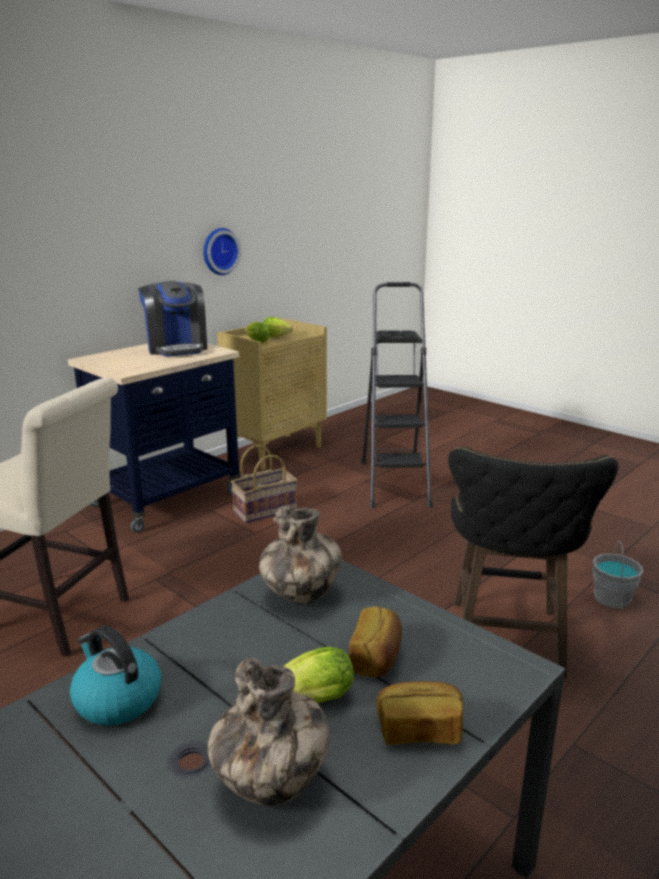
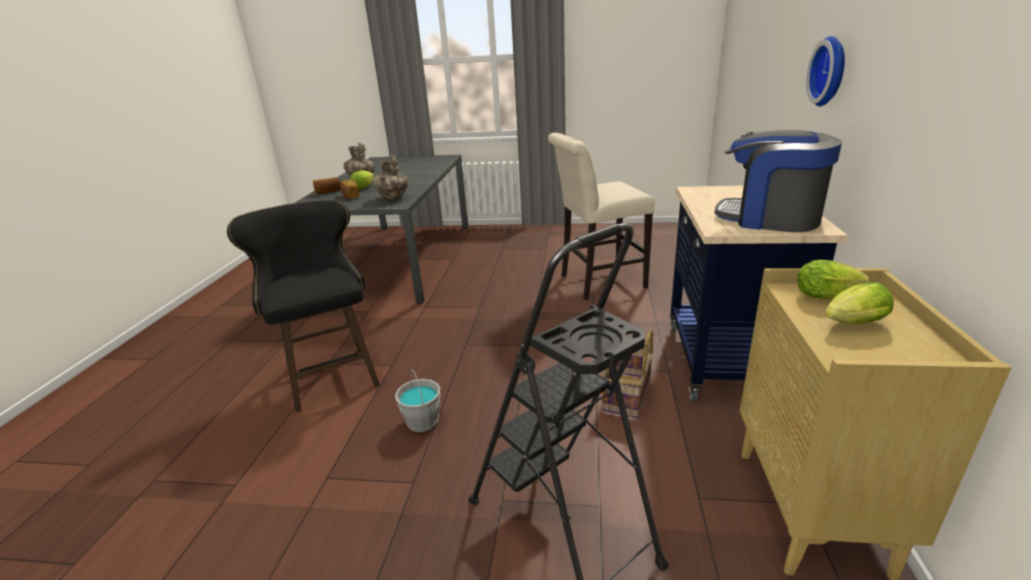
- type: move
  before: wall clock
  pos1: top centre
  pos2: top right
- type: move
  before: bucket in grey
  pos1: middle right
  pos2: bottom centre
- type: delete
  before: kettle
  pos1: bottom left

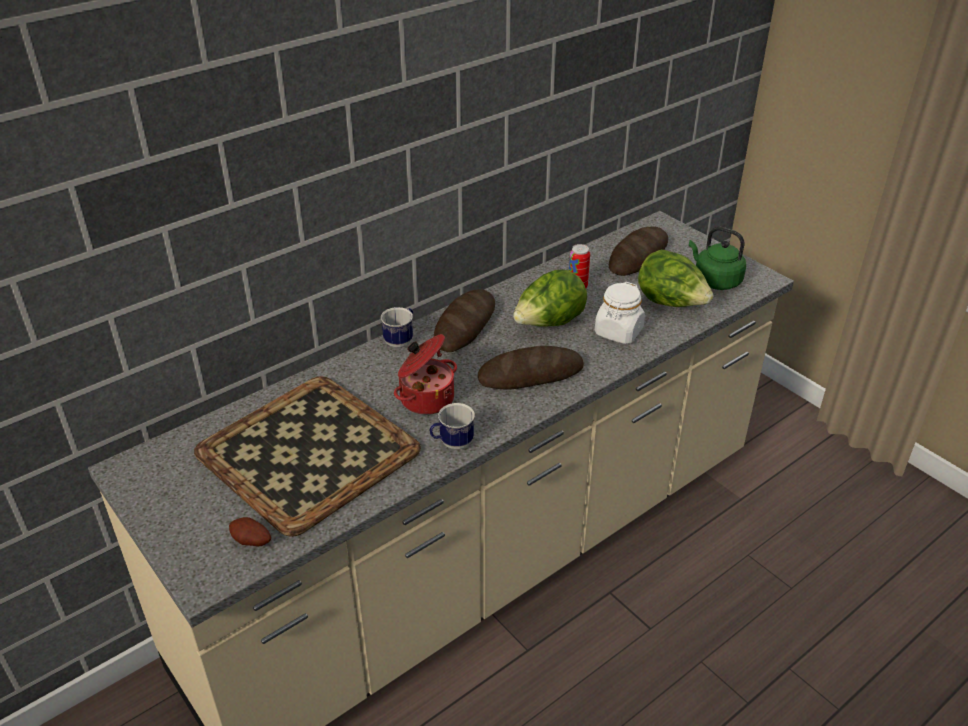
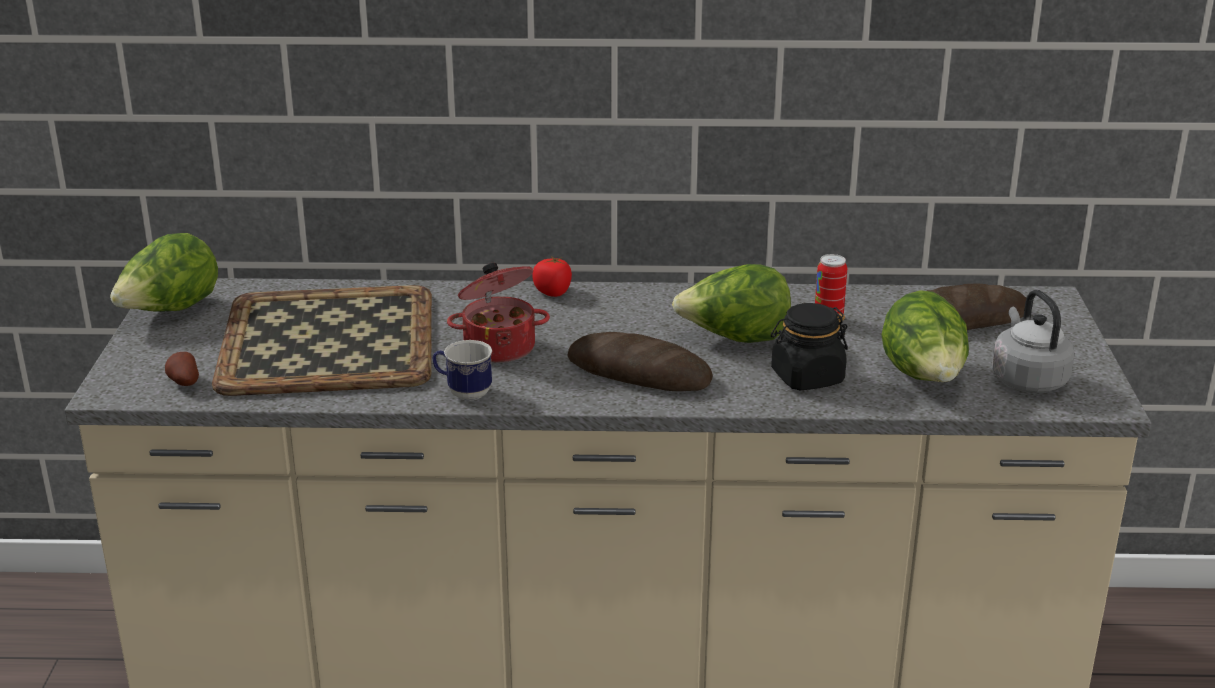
- type: recolor
  before: kettle in green
  after: kettle in grey
  pos1: middle right
  pos2: middle right
- type: recolor
  before: jar in white
  after: jar in black
  pos1: centre
  pos2: centre
- type: delete
  before: bread (1st from left)
  pos1: centre
- type: replace
  before: mug (1st from left)
  after: tomato
  pos1: centre
  pos2: centre
- type: insert
  after: lettuce (1st from left)
  pos2: middle left

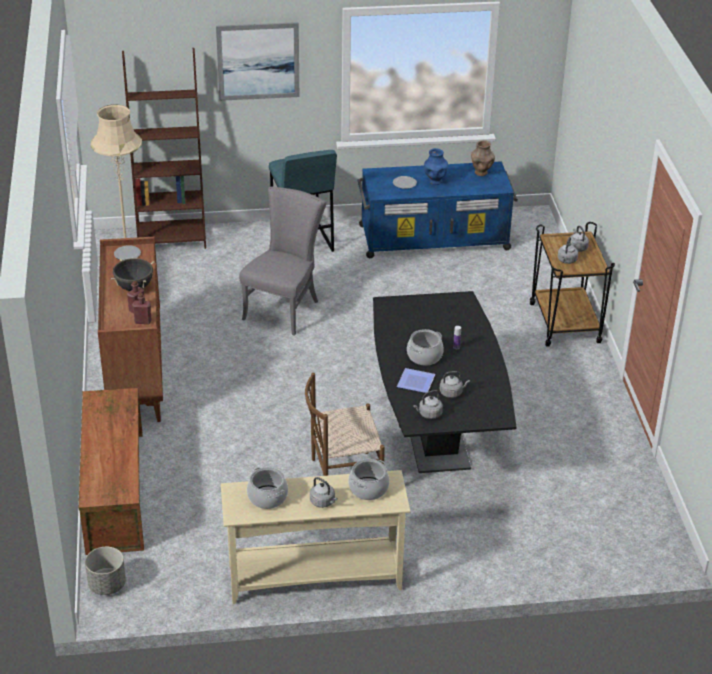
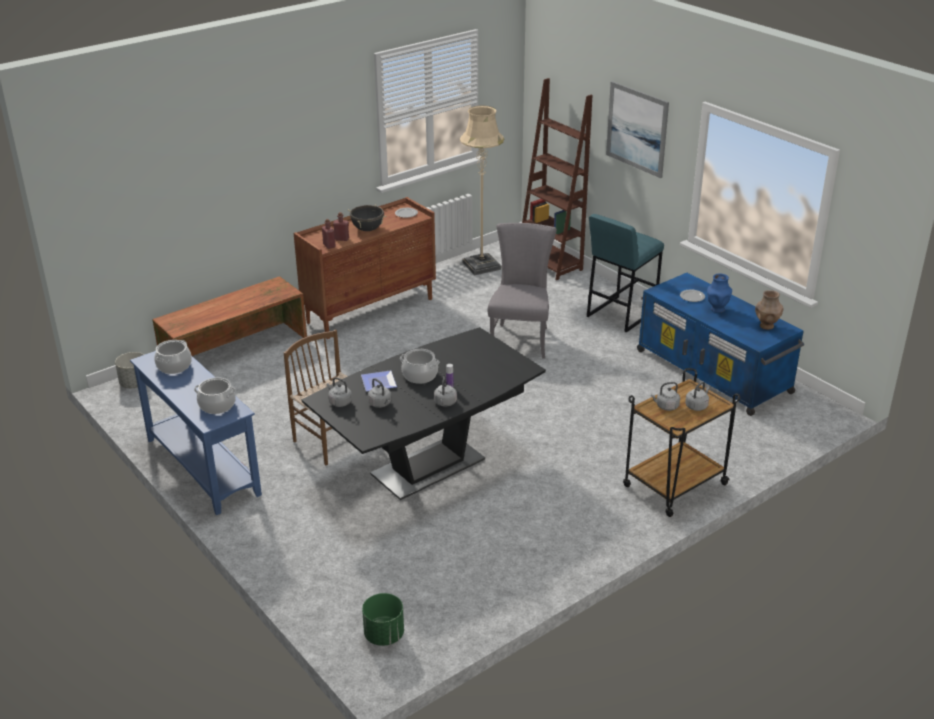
- type: rotate
  before: chair in grey
  pos1: centre
  pos2: centre
  turn: -75
- type: recolor
  before: console table in beige
  after: console table in blue
  pos1: bottom centre
  pos2: middle left
- type: move
  before: kettle in grey (1st from left in the first image)
  after: kettle in grey (3rd from left)
  pos1: bottom centre
  pos2: centre
- type: insert
  after: planter in green
  pos2: bottom centre

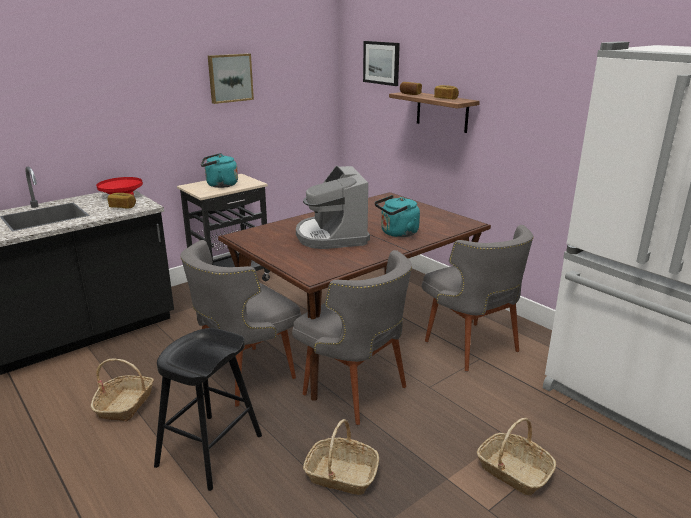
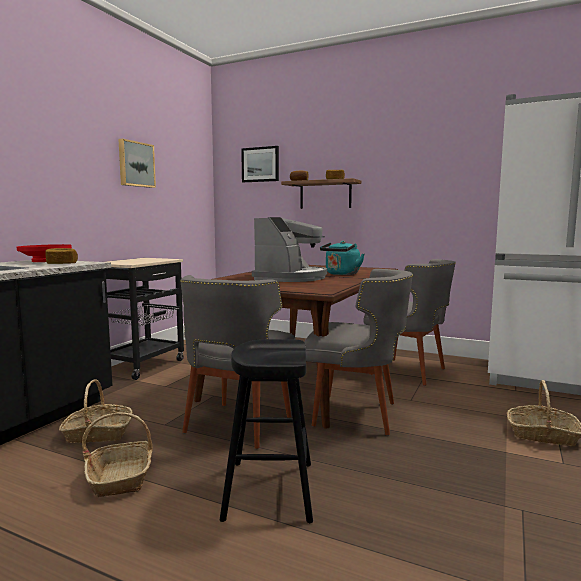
- type: delete
  before: kettle in turquoise (1st from left)
  pos1: top left
- type: rotate
  before: coffee machine
  pos1: centre
  pos2: centre
  turn: -120
- type: move
  before: basket (2nd from left in the first image)
  after: basket (1st from left)
  pos1: bottom centre
  pos2: bottom left

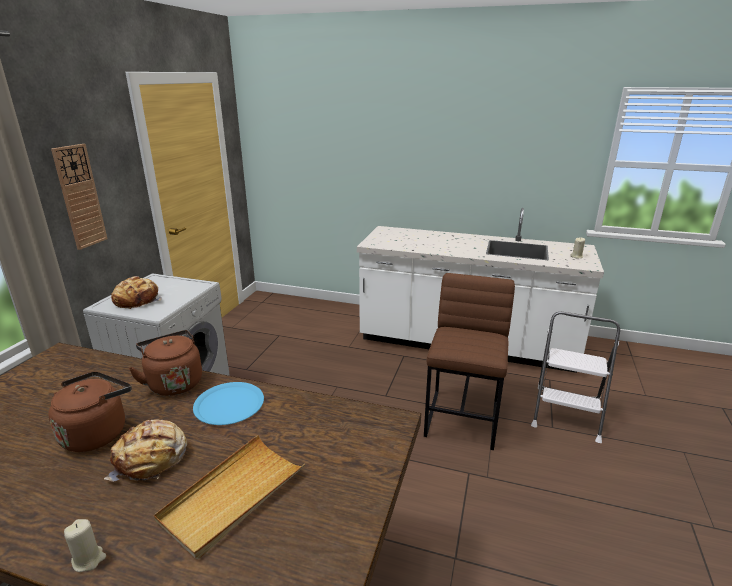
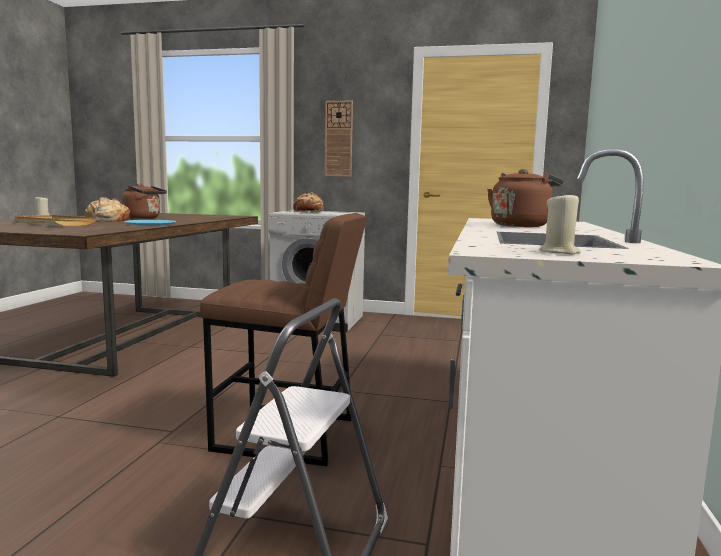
- type: move
  before: kettle in brown (2nd from left)
  pos1: middle left
  pos2: middle right

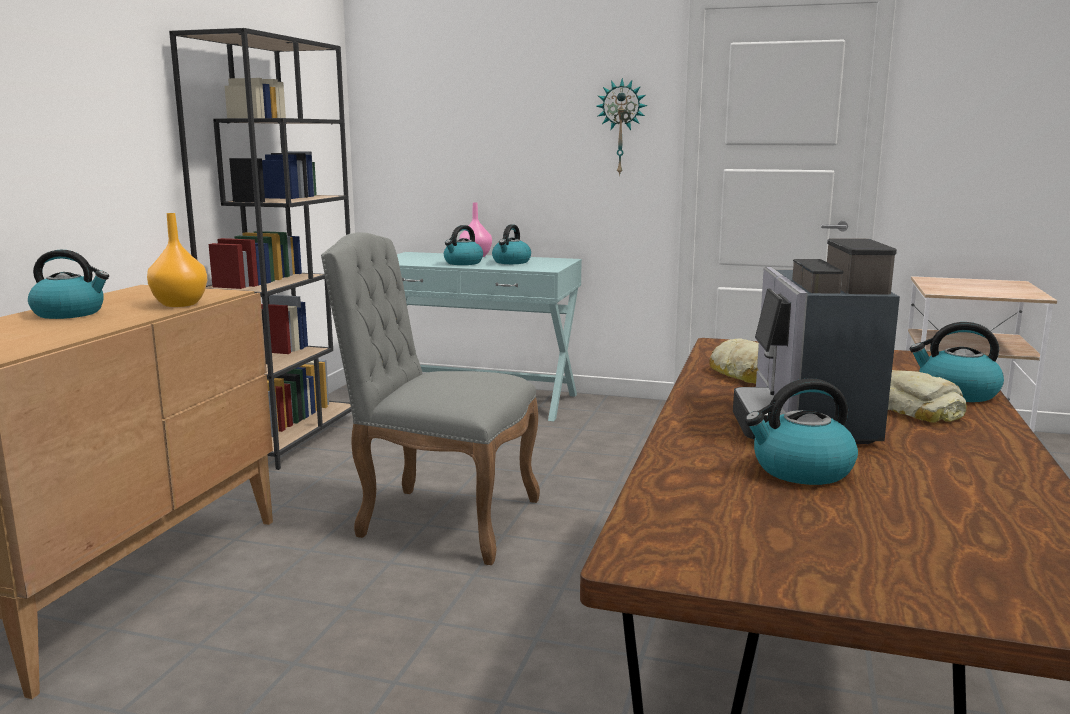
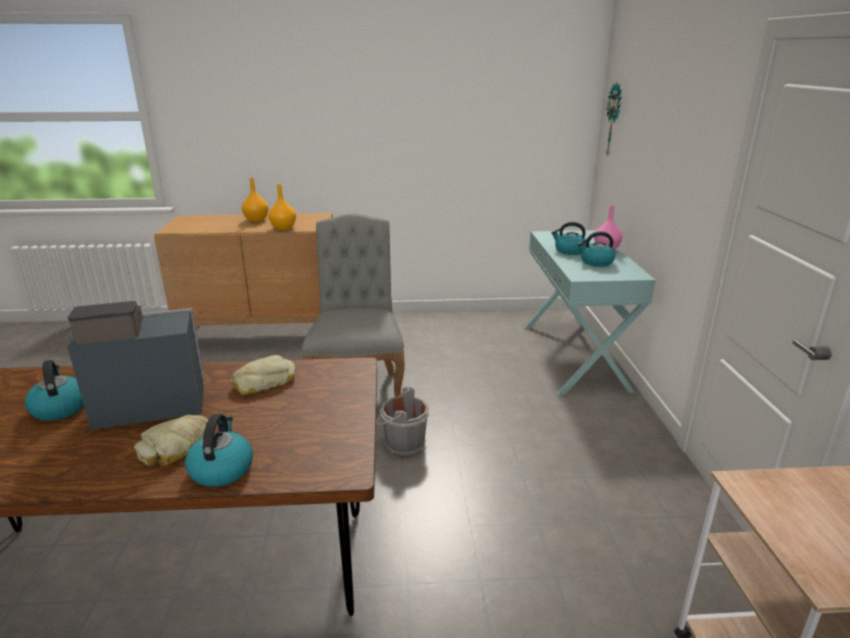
- type: delete
  before: bookcase
  pos1: middle left
- type: move
  before: wall clock
  pos1: top centre
  pos2: top right
- type: replace
  before: kettle (1st from left)
  after: vase in orange (1st from left)
  pos1: middle left
  pos2: top left
- type: insert
  after: bucket in grey
  pos2: centre

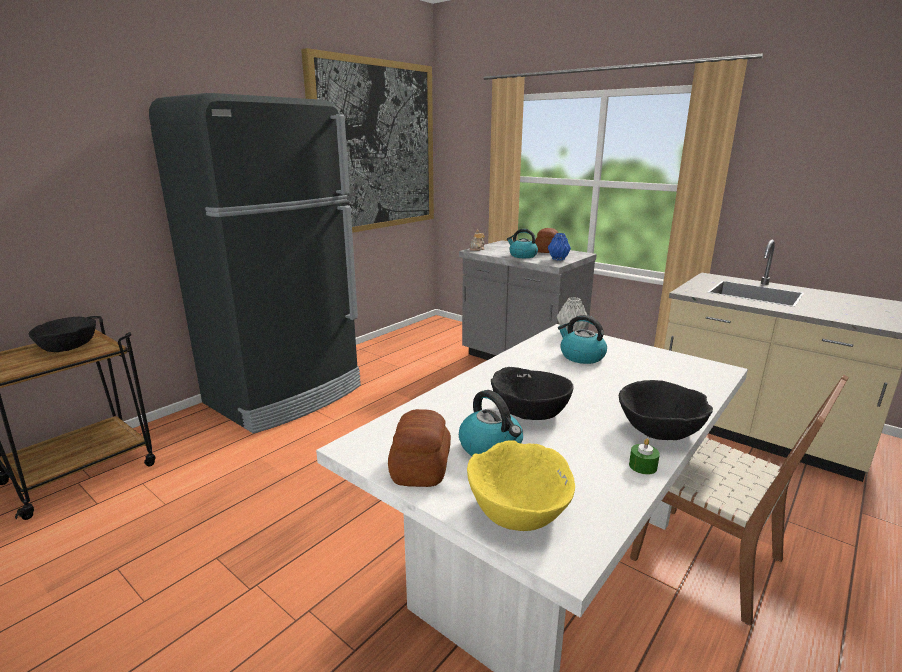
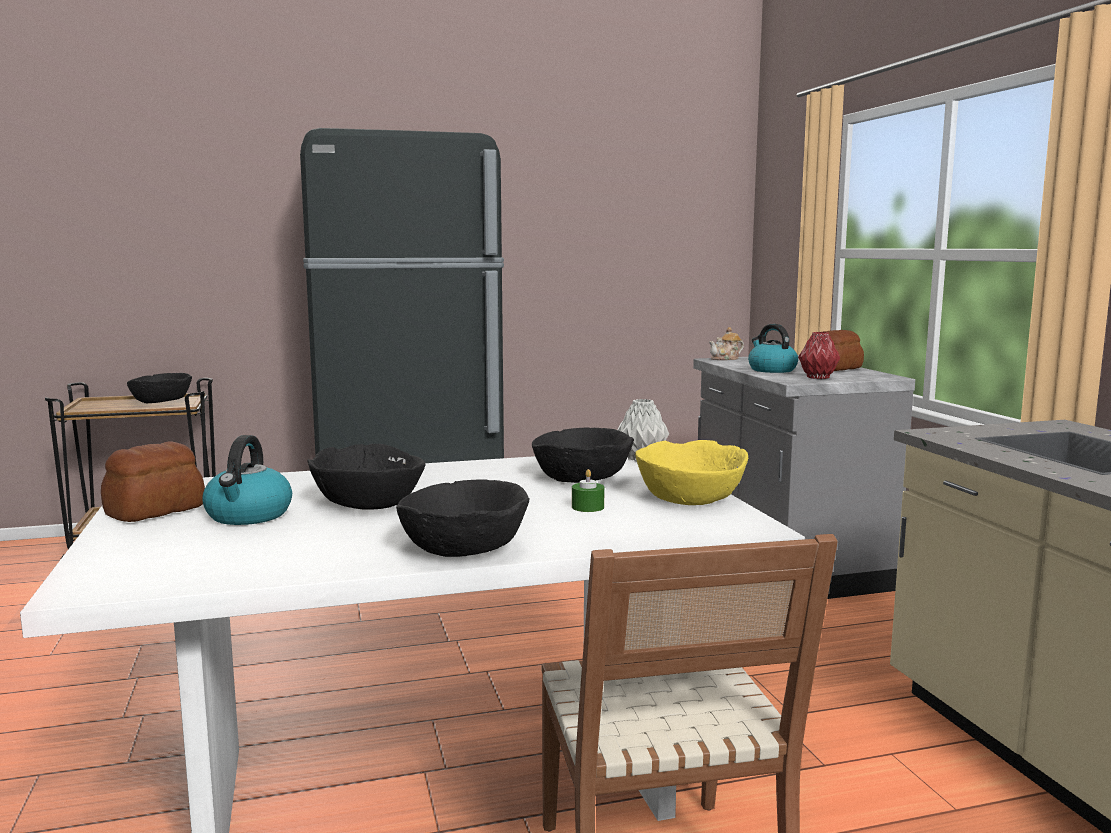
- type: delete
  before: picture
  pos1: top centre
- type: recolor
  before: vase in blue
  after: vase in red
  pos1: centre
  pos2: middle right
- type: replace
  before: kettle (3rd from left)
  after: bowl in black (4th from left)
  pos1: centre
  pos2: centre
- type: move
  before: candle in green
  pos1: bottom right
  pos2: centre
- type: move
  before: bowl in yellow
  pos1: bottom centre
  pos2: centre

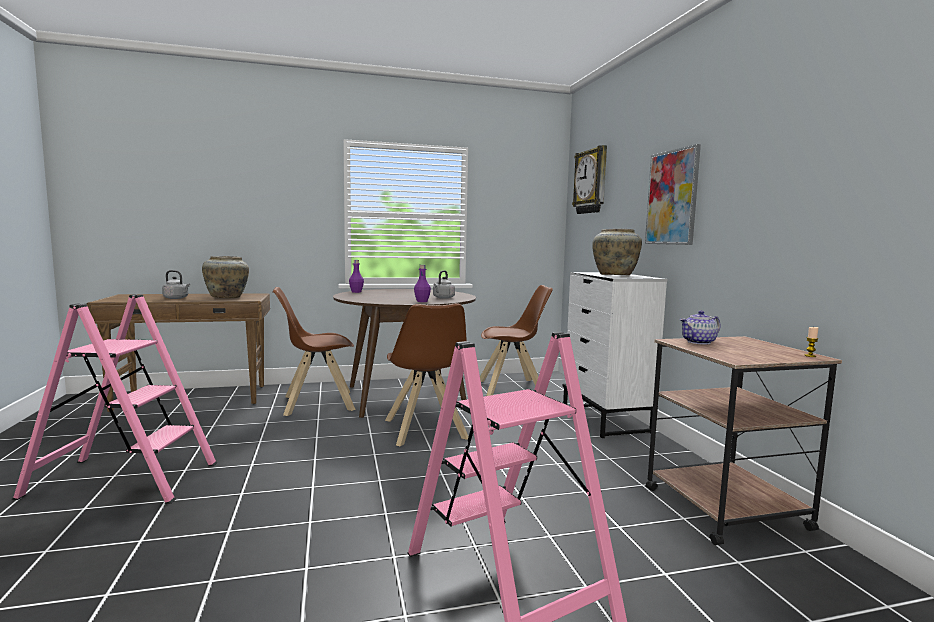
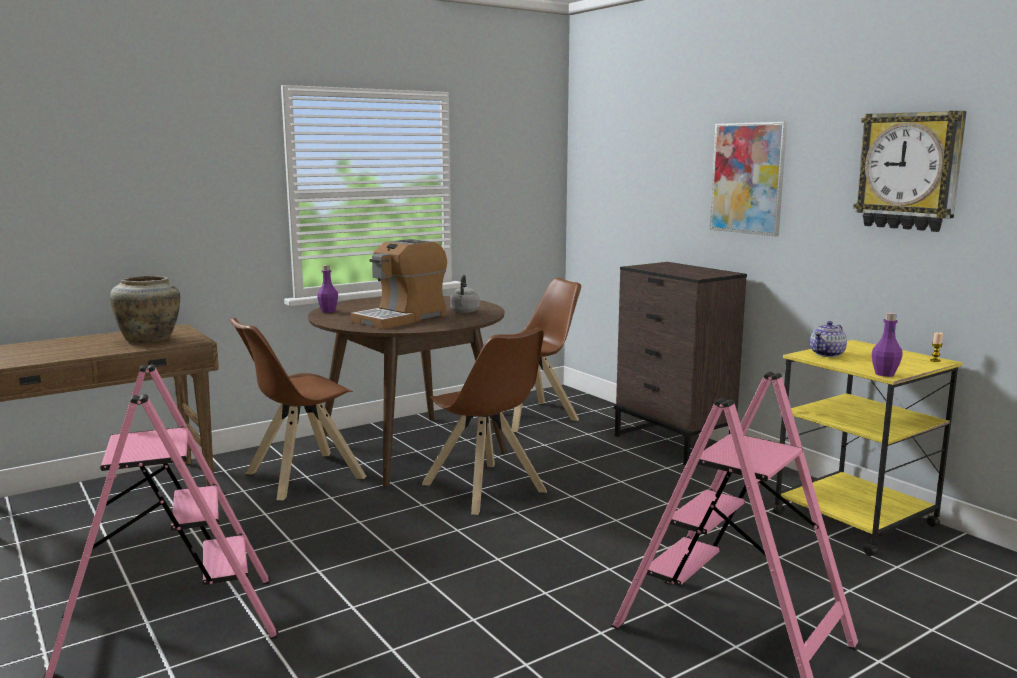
- type: move
  before: wall clock
  pos1: top centre
  pos2: top right
- type: delete
  before: vase in beige (2nd from left)
  pos1: centre
- type: move
  before: bottle in purple (2nd from left)
  pos1: centre
  pos2: middle right
- type: delete
  before: kettle in grey (1st from left)
  pos1: middle left
- type: recolor
  before: dresser in white
  after: dresser in brown
  pos1: centre
  pos2: middle right
- type: recolor
  before: cart in brown
  after: cart in yellow
  pos1: bottom right
  pos2: middle right
- type: insert
  after: coffee machine
  pos2: centre

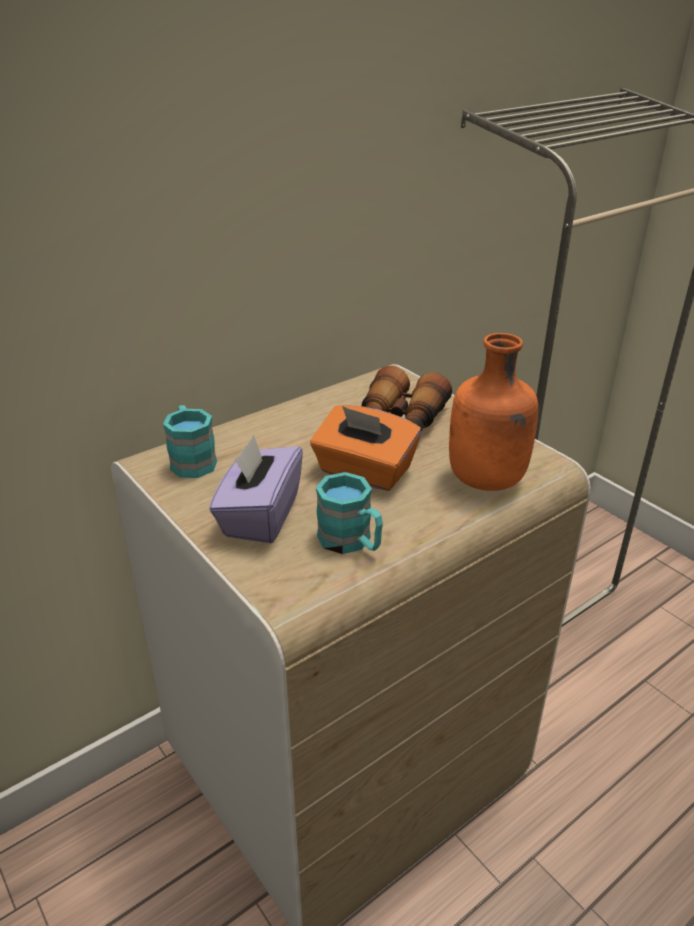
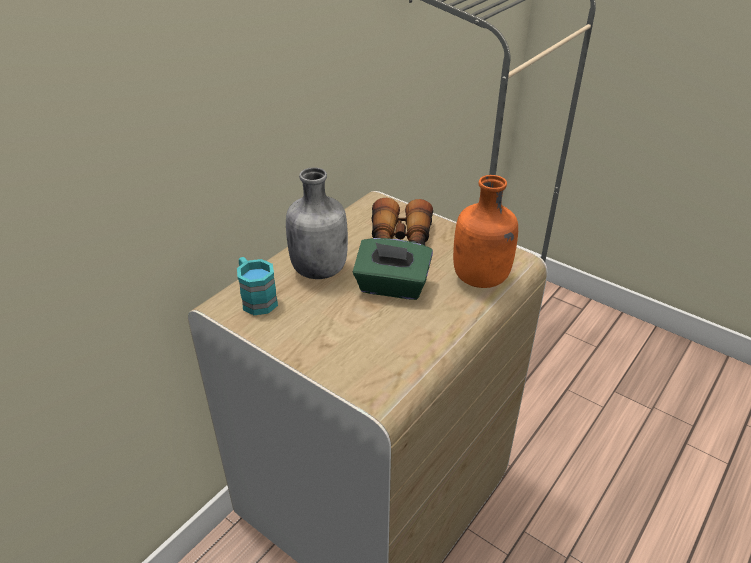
- type: recolor
  before: tissue box in orange
  after: tissue box in green
  pos1: centre
  pos2: centre
- type: delete
  before: tissue box in purple
  pos1: centre
- type: delete
  before: mug in turquoise (2nd from left)
  pos1: centre
- type: insert
  after: bottle in grey
  pos2: centre

